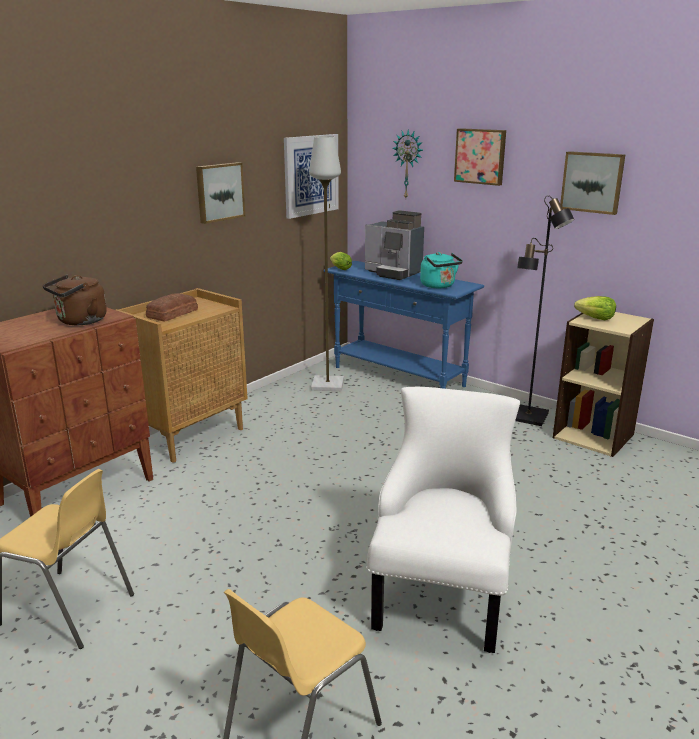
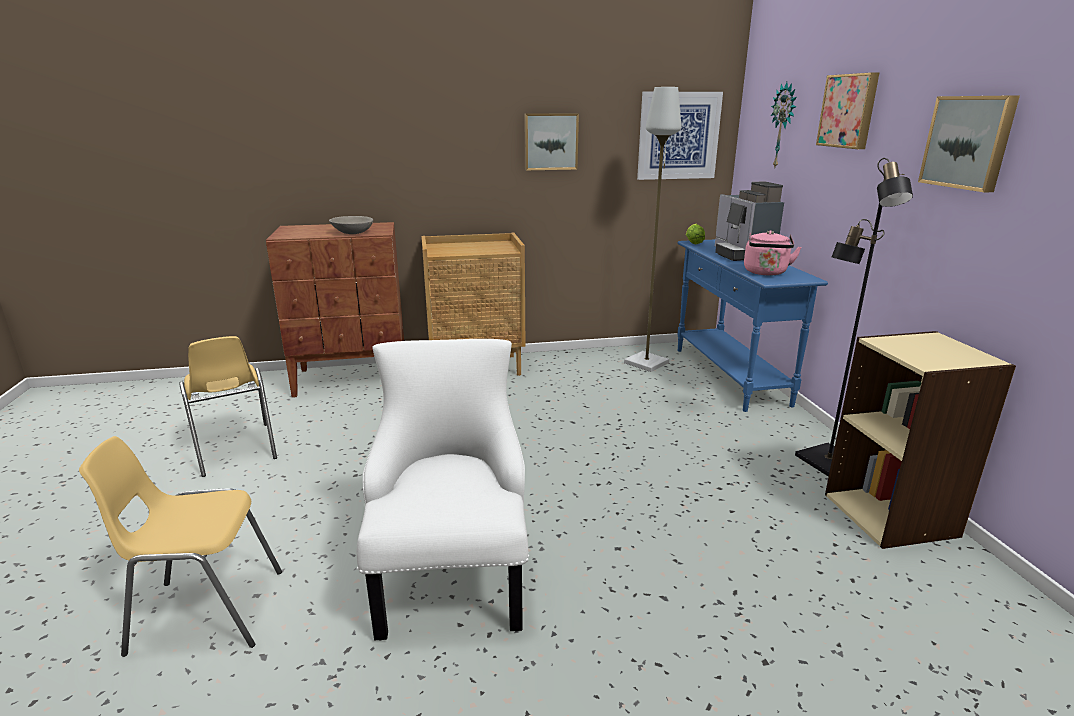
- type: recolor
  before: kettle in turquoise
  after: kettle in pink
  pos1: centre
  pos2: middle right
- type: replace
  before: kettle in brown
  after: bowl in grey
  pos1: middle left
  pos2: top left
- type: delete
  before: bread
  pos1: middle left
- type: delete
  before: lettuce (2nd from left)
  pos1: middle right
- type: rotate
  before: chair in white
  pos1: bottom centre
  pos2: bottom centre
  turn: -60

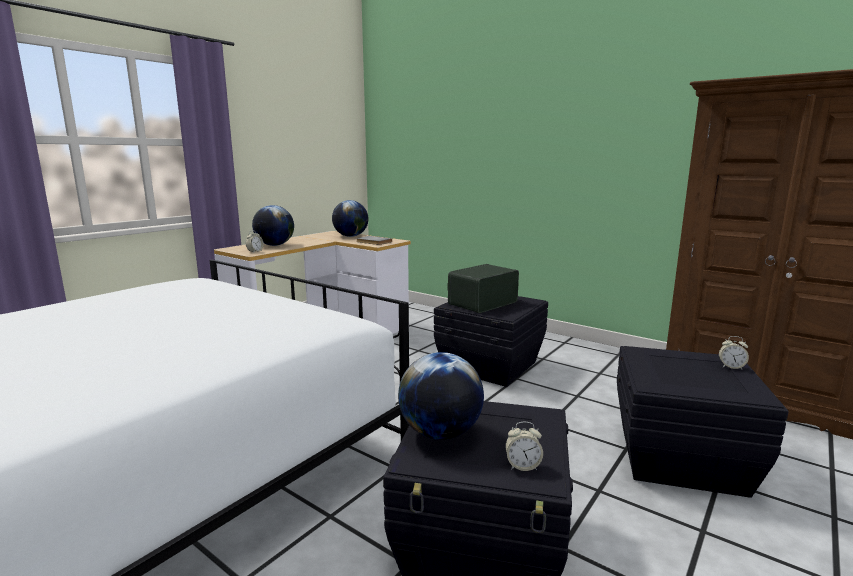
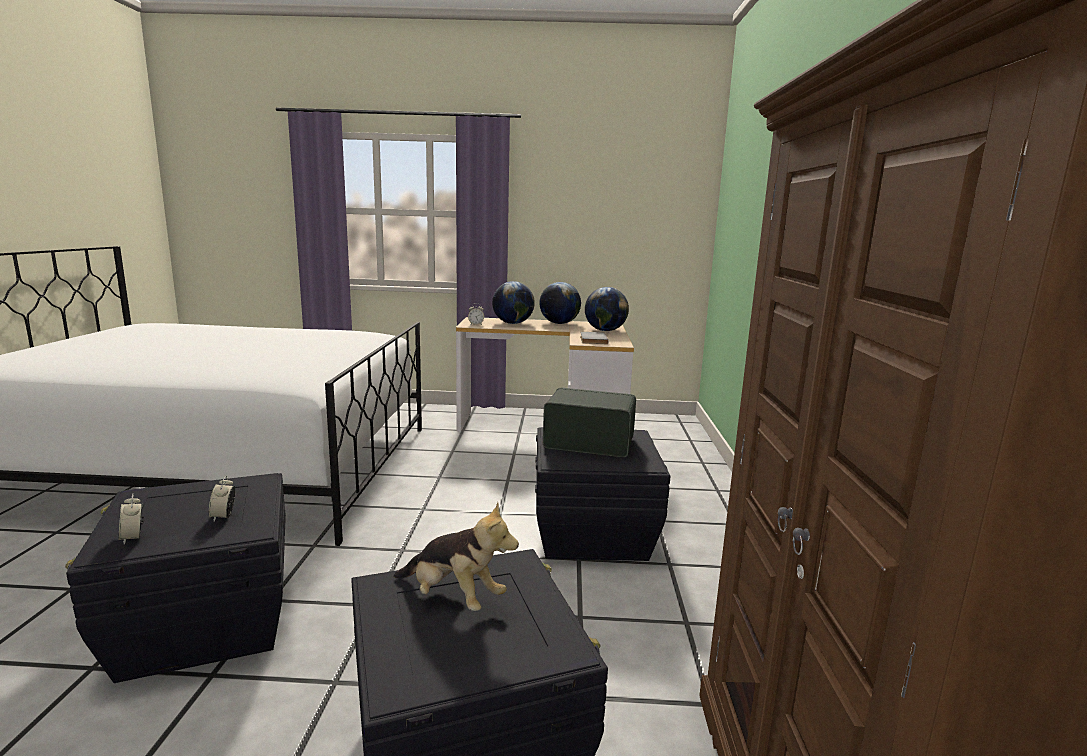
- type: move
  before: alarm clock (3rd from left in the first image)
  after: alarm clock (2nd from left)
  pos1: middle right
  pos2: middle left
- type: move
  before: globe (3rd from left in the first image)
  after: globe (2nd from left)
  pos1: bottom centre
  pos2: centre
- type: insert
  after: plush toy
  pos2: bottom centre

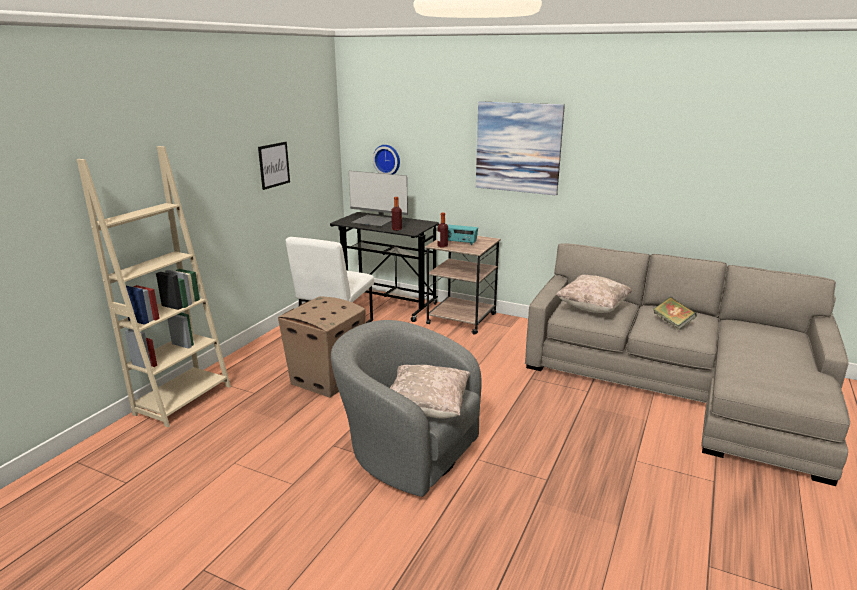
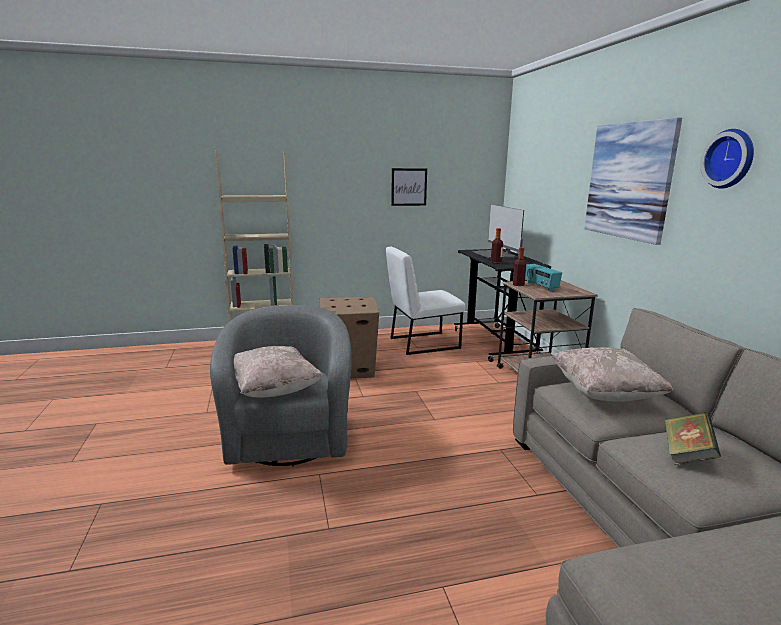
- type: move
  before: wall clock
  pos1: top centre
  pos2: top right

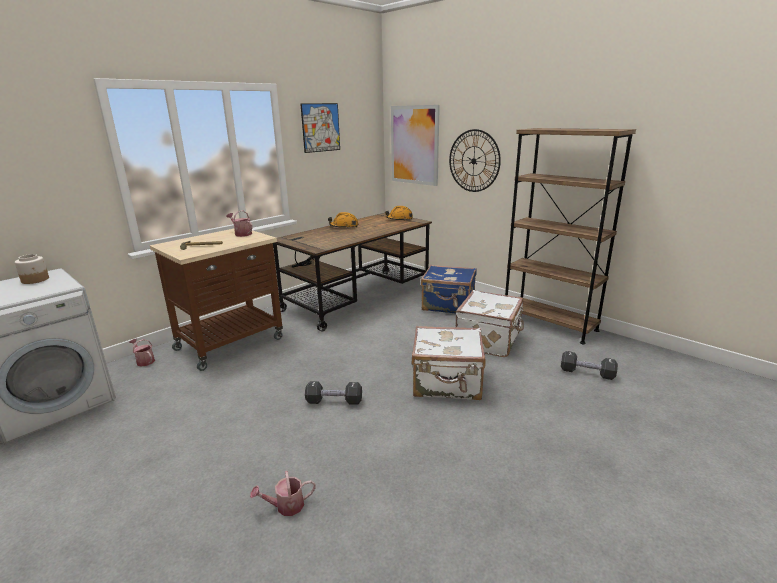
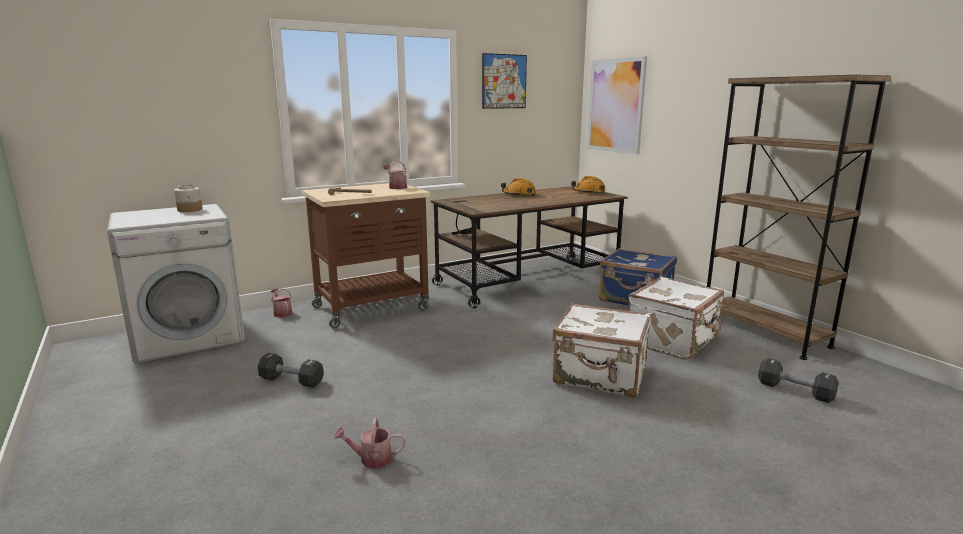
- type: delete
  before: wall clock
  pos1: top centre
- type: move
  before: dumbbell in black (1st from left)
  pos1: bottom centre
  pos2: bottom left

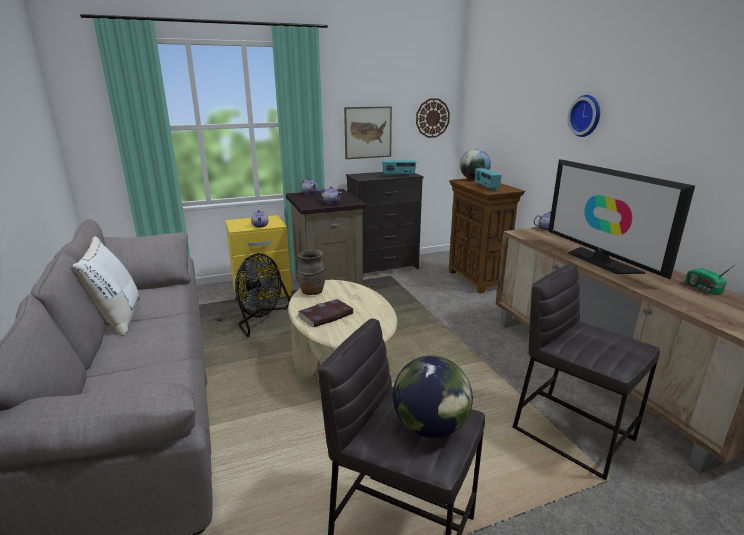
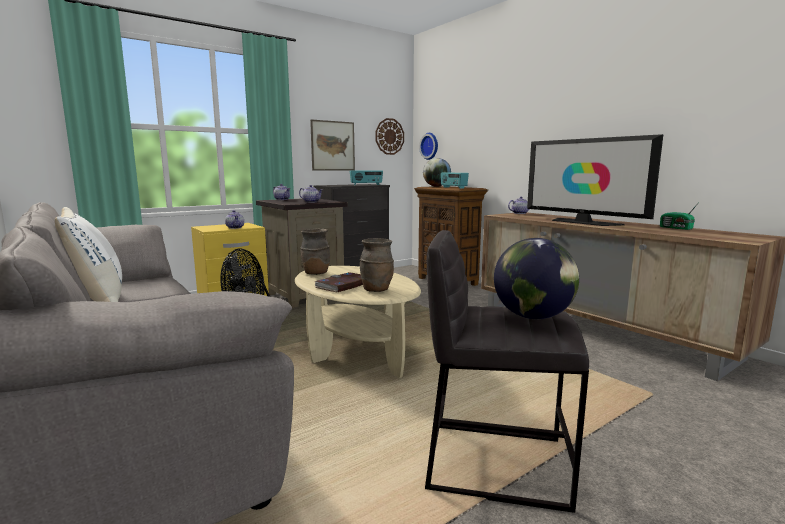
- type: move
  before: wall clock (2nd from left)
  pos1: top right
  pos2: top centre
- type: delete
  before: stool in grey (2nd from left)
  pos1: bottom right
- type: insert
  after: vase in brown (2nd from left)
  pos2: centre

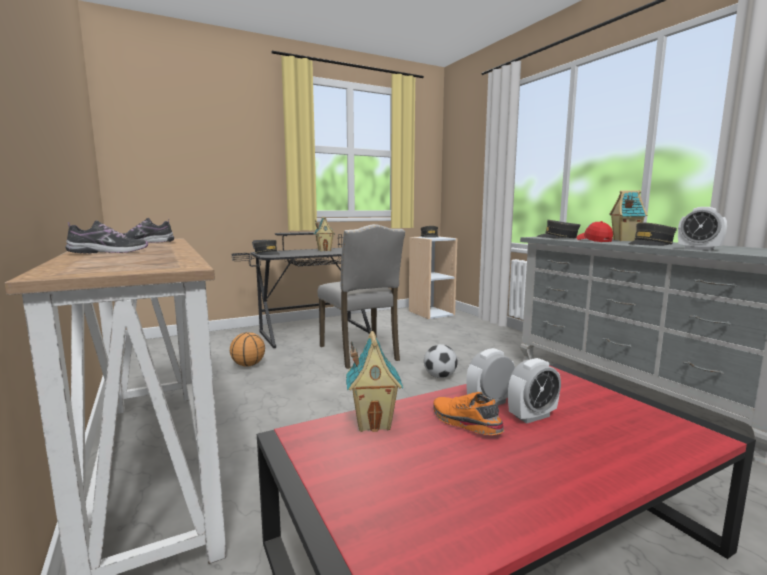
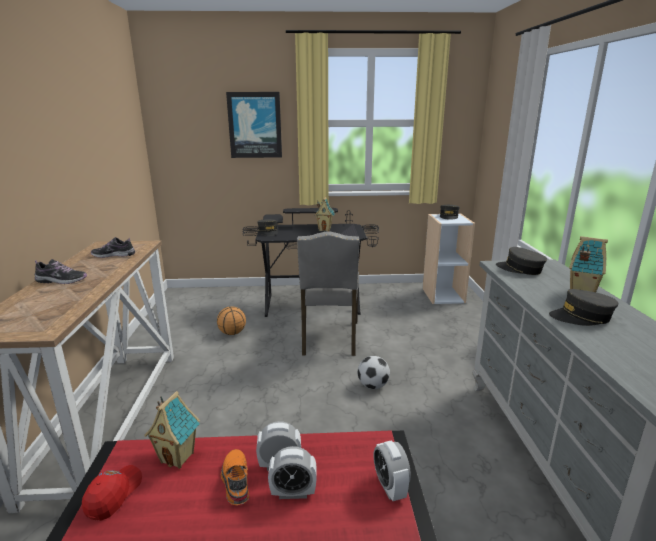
- type: move
  before: alarm clock (3rd from left)
  pos1: middle right
  pos2: bottom centre
- type: move
  before: cap in red
  pos1: middle right
  pos2: bottom left
- type: insert
  after: picture
  pos2: top centre

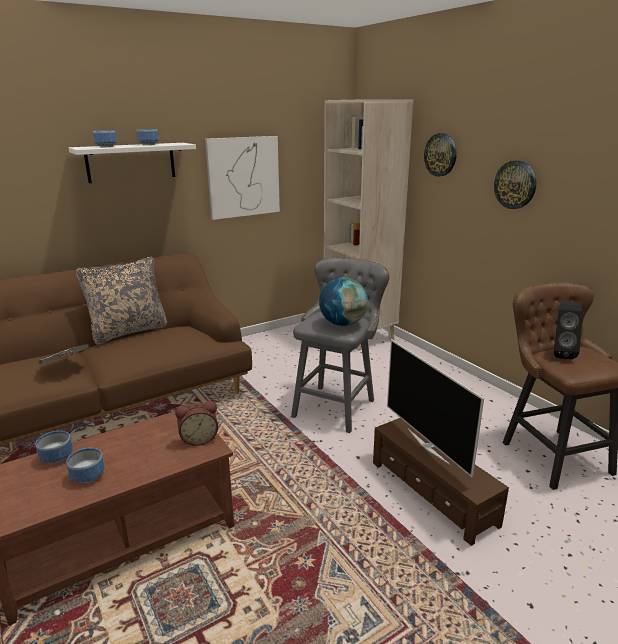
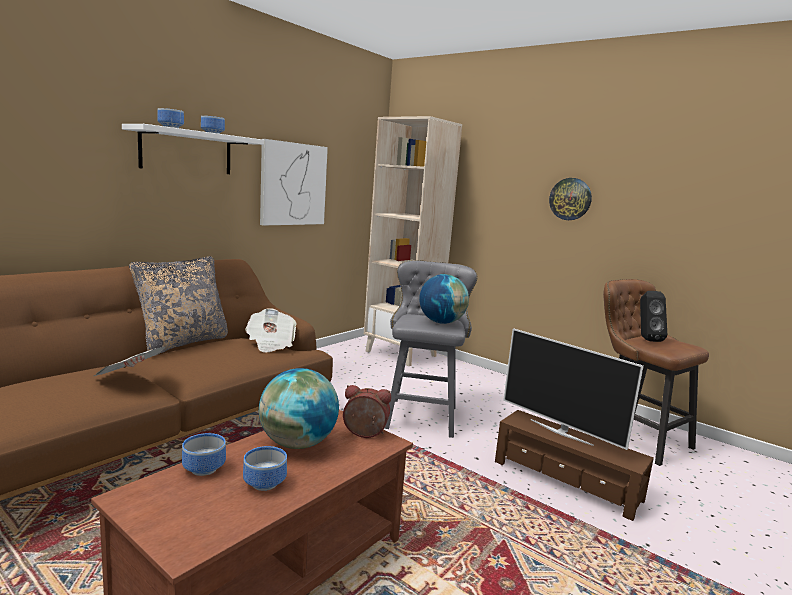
- type: delete
  before: wall clock (1st from left)
  pos1: top right
- type: rotate
  before: alarm clock
  pos1: middle left
  pos2: bottom centre
  turn: -135
- type: insert
  after: newspaper (2nd from left)
  pos2: centre
- type: insert
  after: globe (1st from left)
  pos2: bottom centre

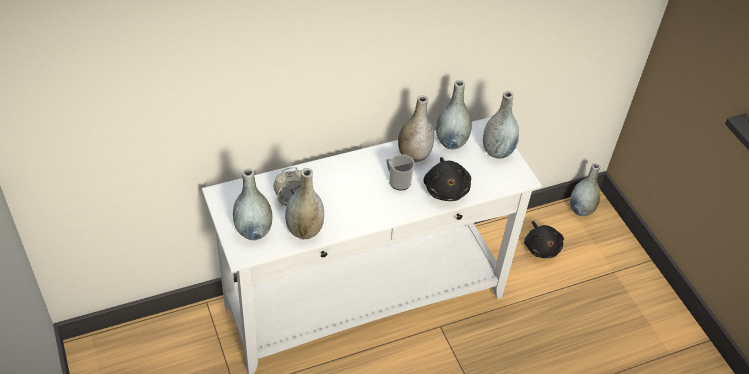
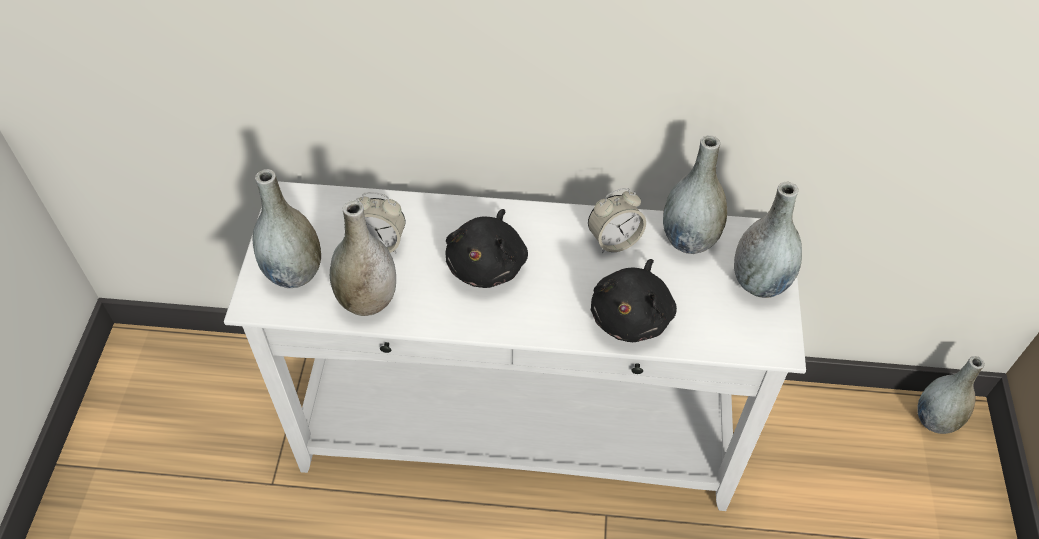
- type: replace
  before: vase in grey (3rd from left)
  after: alarm clock (2nd from left)
  pos1: centre
  pos2: centre
- type: delete
  before: mug
  pos1: centre
- type: move
  before: plush toy in black (2nd from left in the first image)
  after: plush toy in black (1st from left)
  pos1: middle right
  pos2: centre

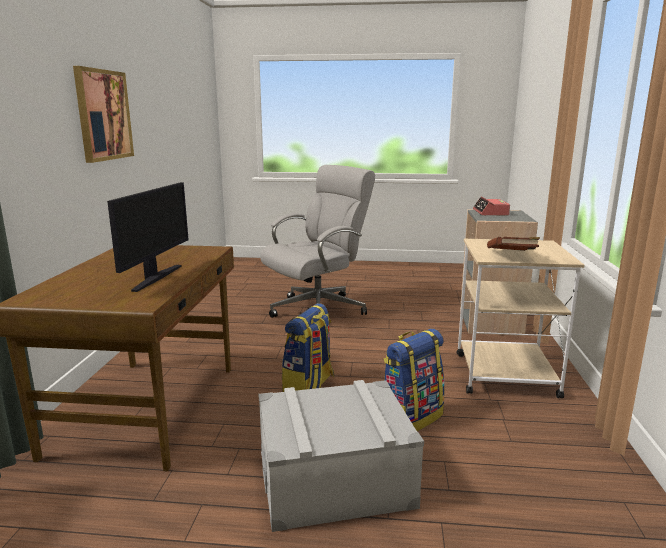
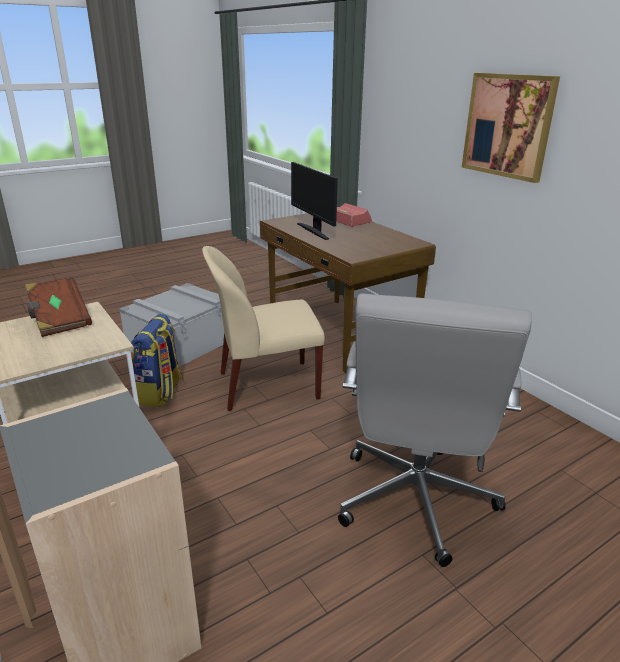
- type: move
  before: alarm clock
  pos1: middle right
  pos2: top centre
- type: replace
  before: backpack (1st from left)
  after: chair in beige
  pos1: centre
  pos2: centre

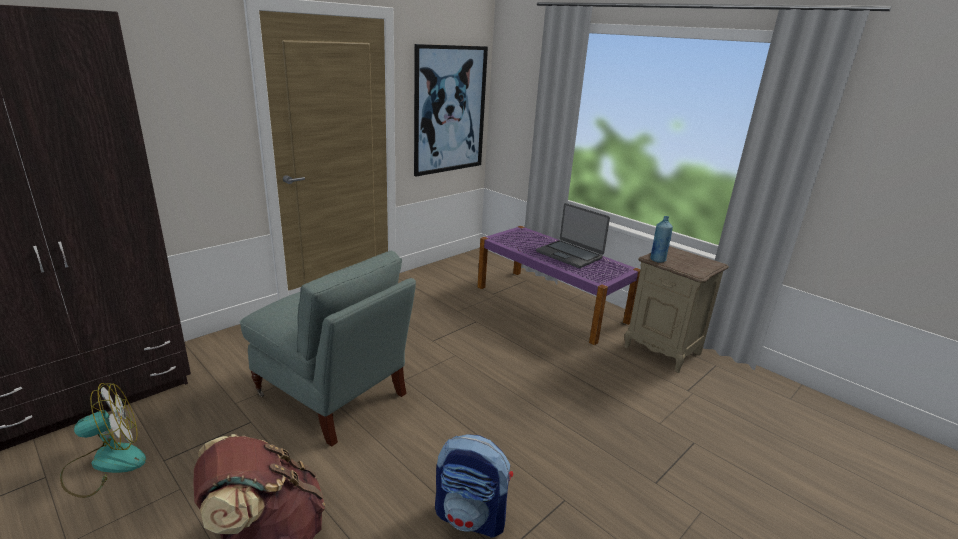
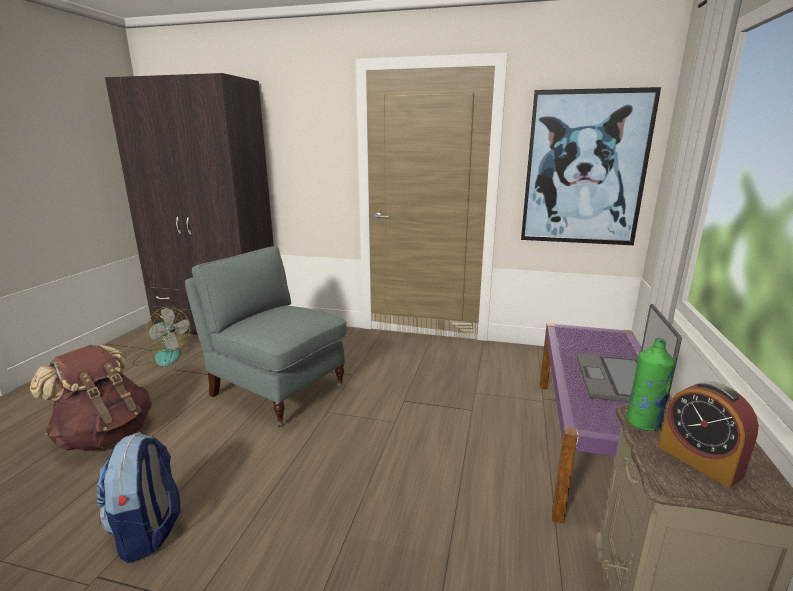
- type: recolor
  before: bottle in blue
  after: bottle in green
  pos1: middle right
  pos2: middle right
- type: rotate
  before: armchair in grey
  pos1: centre
  pos2: centre
  turn: 120
- type: insert
  after: alarm clock
  pos2: bottom right

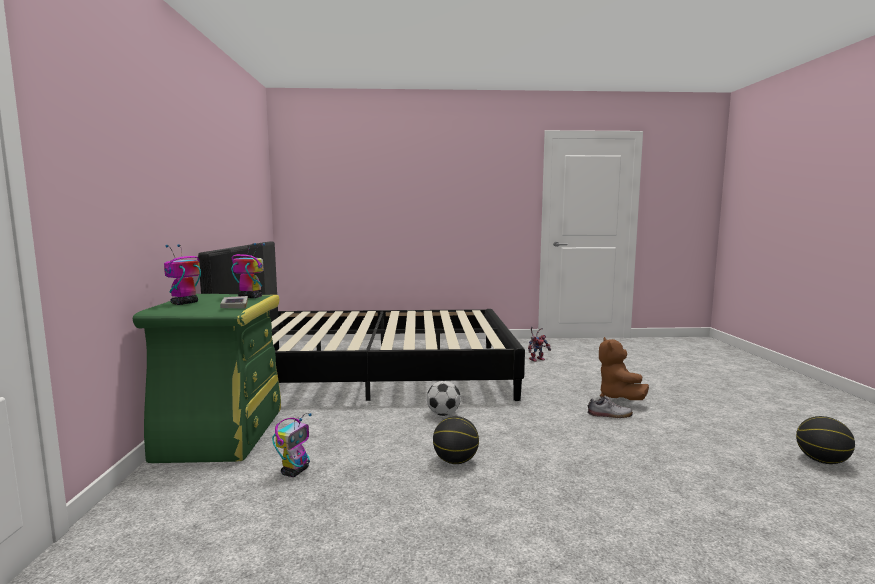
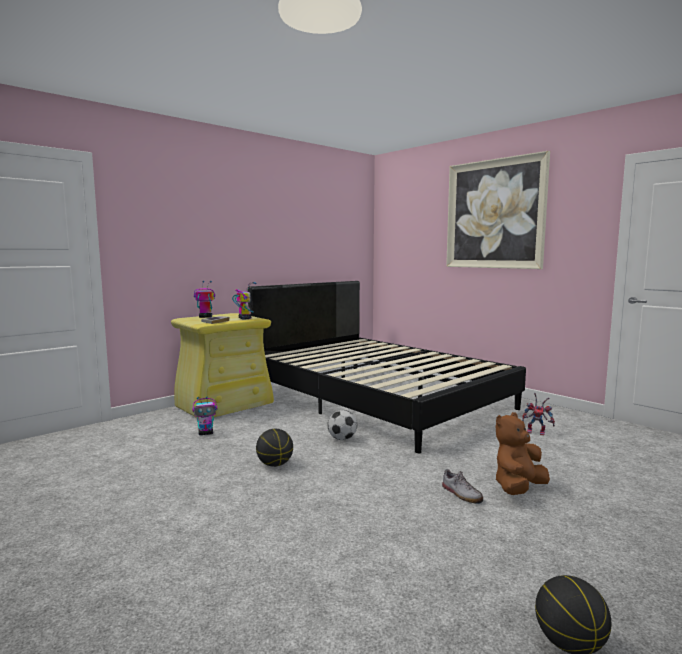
- type: recolor
  before: nightstand in green
  after: nightstand in yellow
  pos1: middle left
  pos2: middle left
- type: insert
  after: picture
  pos2: top right

